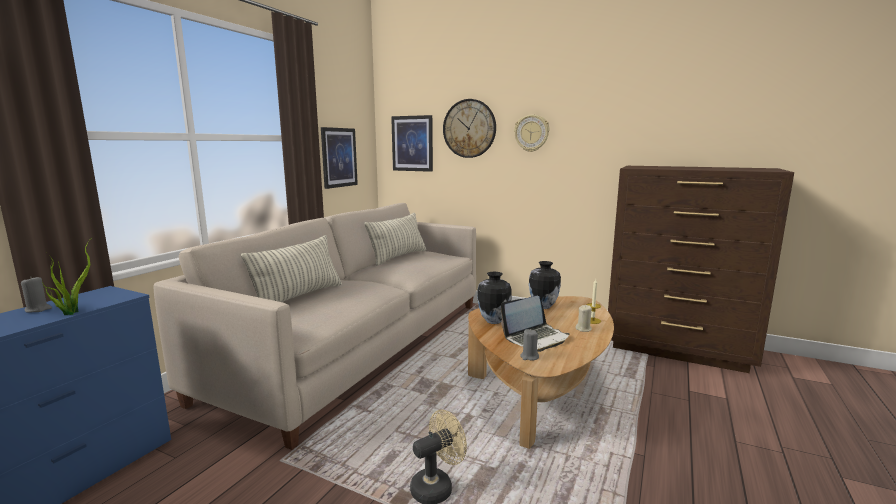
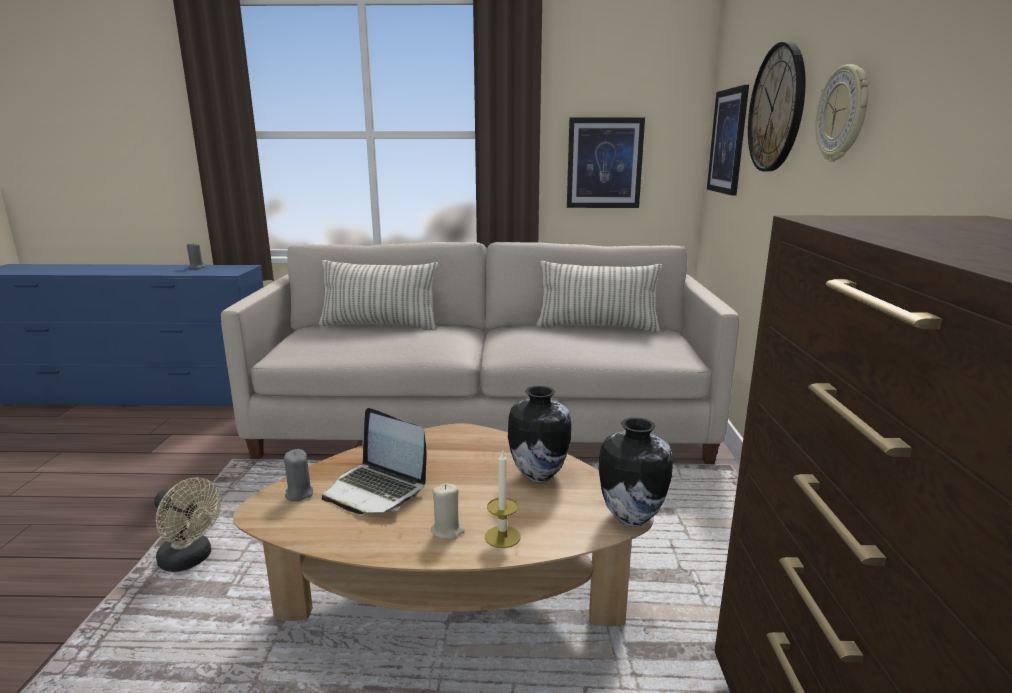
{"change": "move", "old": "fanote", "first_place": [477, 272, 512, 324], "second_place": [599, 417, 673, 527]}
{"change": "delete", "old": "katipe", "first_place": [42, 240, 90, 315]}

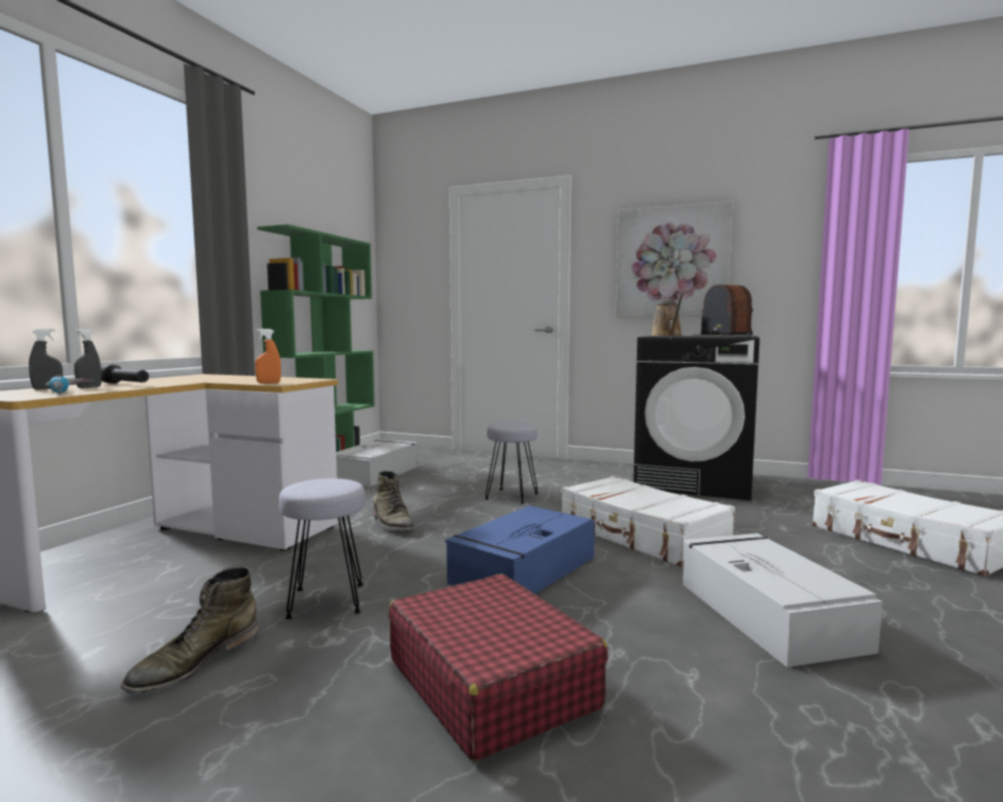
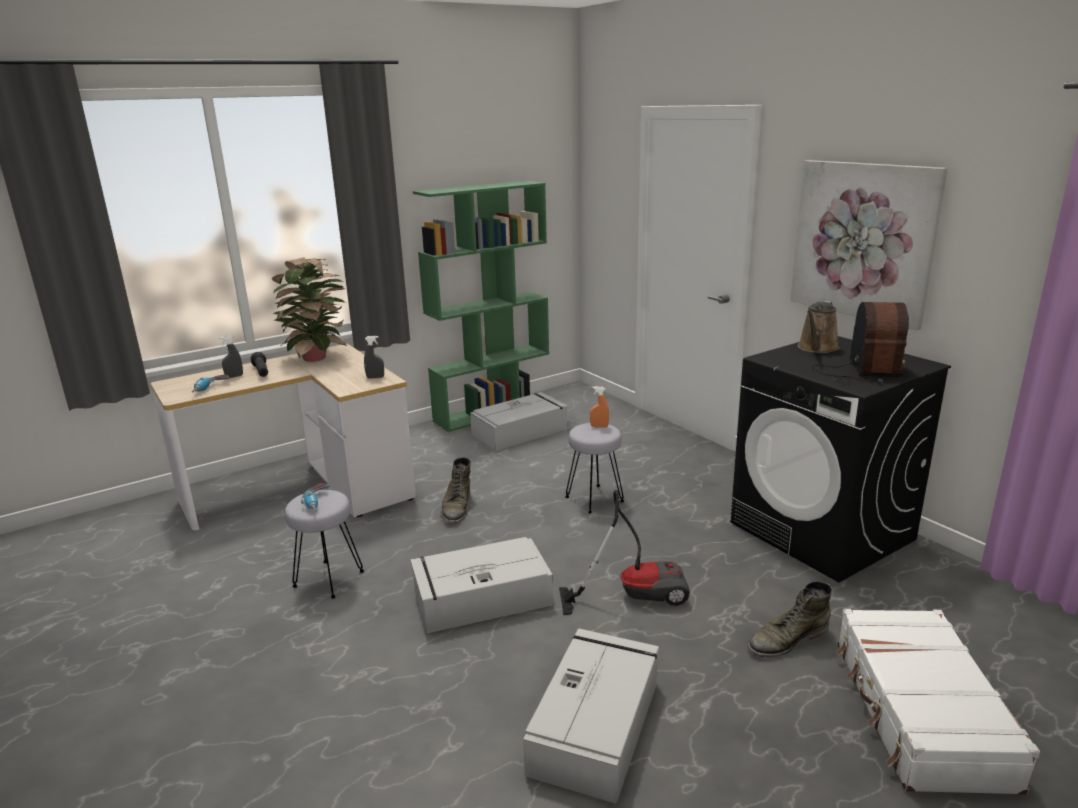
{"change": "insert", "new": "katipe", "second_place": [272, 257, 347, 362]}
{"change": "insert", "new": "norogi", "second_place": [301, 483, 329, 512]}
{"change": "move", "old": "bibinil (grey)", "first_place": [29, 328, 63, 390], "second_place": [364, 336, 384, 379]}
{"change": "recolor", "old": "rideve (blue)", "new": "rideve (grey)", "first_place": [445, 505, 595, 594], "second_place": [410, 537, 553, 633]}
{"change": "replace", "old": "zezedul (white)", "new": "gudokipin", "first_place": [562, 476, 735, 567], "second_place": [559, 490, 690, 615]}
{"change": "move", "old": "bibinil (orange)", "first_place": [255, 329, 281, 384], "second_place": [590, 386, 609, 428]}
{"change": "move", "old": "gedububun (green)", "first_place": [121, 567, 258, 695], "second_place": [747, 581, 832, 658]}
{"change": "delete", "old": "zezedul (red)", "first_place": [389, 574, 608, 761]}

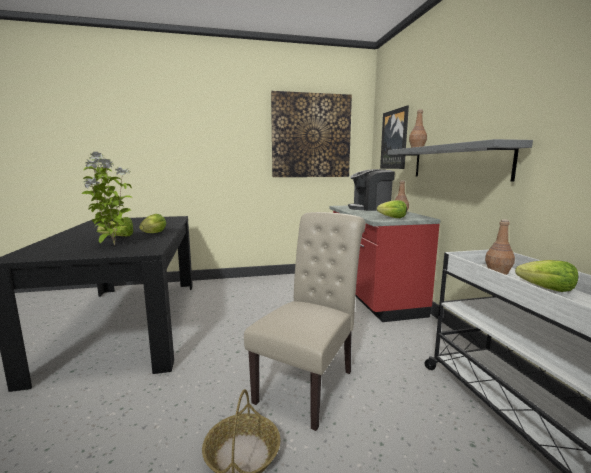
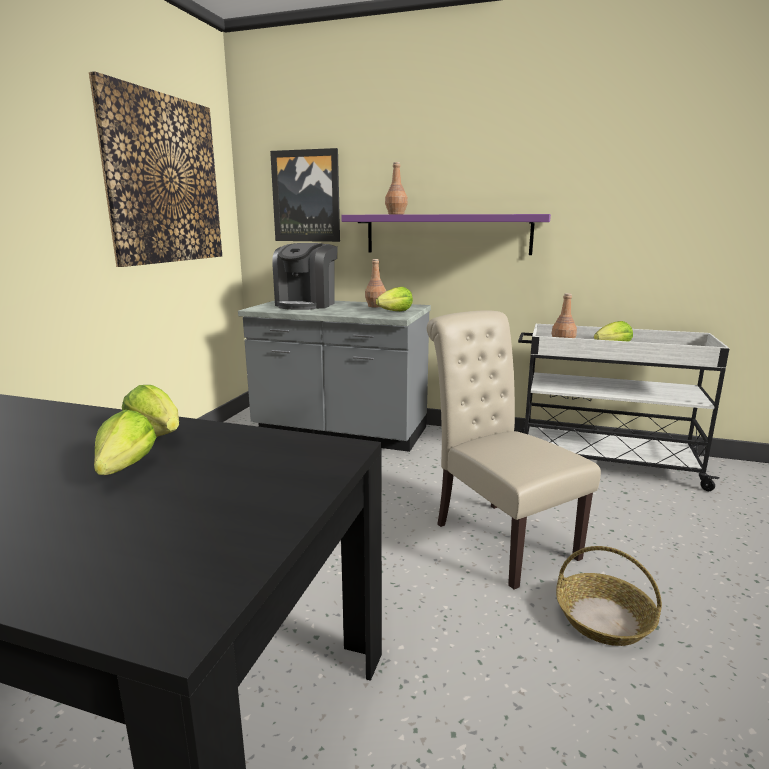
{"change": "recolor", "old": "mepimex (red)", "new": "mepimex (grey)", "first_place": [330, 206, 440, 322], "second_place": [238, 301, 431, 452]}
{"change": "recolor", "old": "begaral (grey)", "new": "begaral (purple)", "first_place": [388, 139, 533, 182], "second_place": [341, 214, 551, 255]}
{"change": "delete", "old": "katipe", "first_place": [82, 152, 133, 245]}

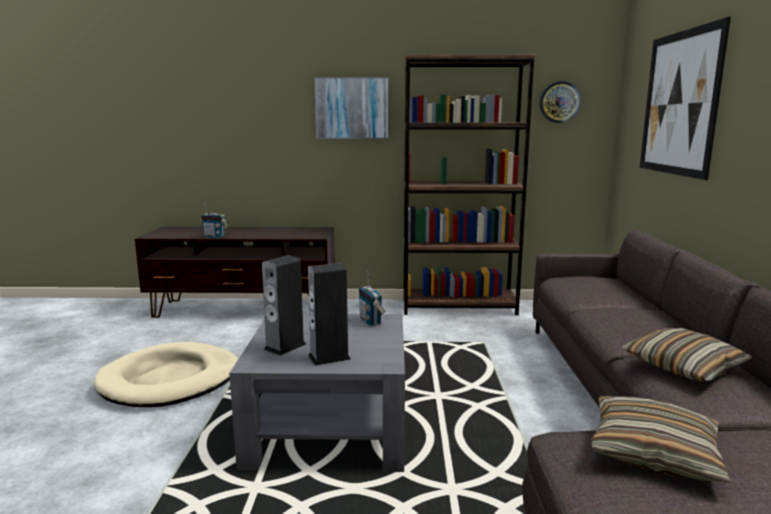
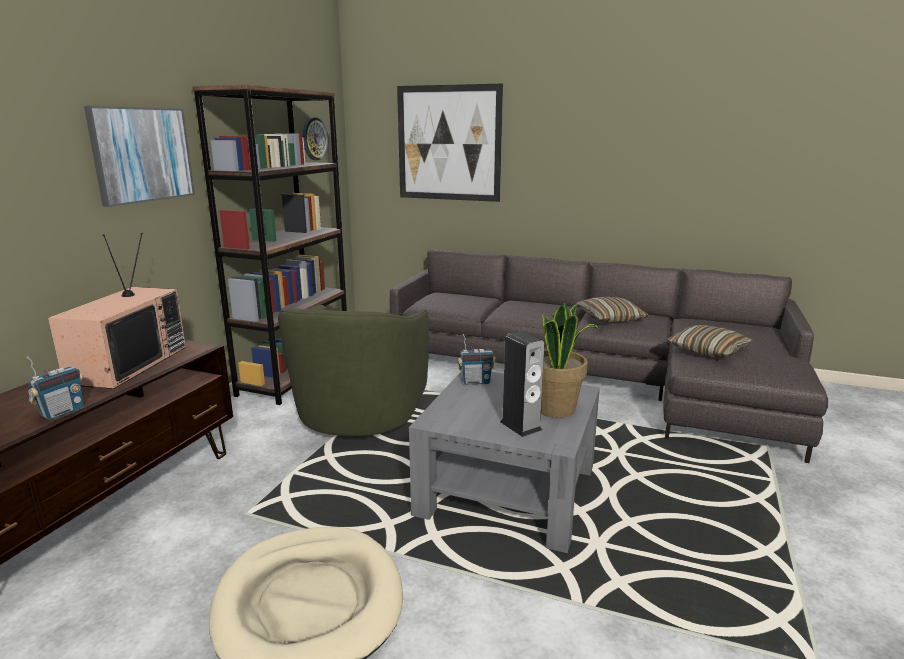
{"change": "insert", "new": "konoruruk", "second_place": [48, 233, 186, 389]}
{"change": "insert", "new": "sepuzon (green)", "second_place": [278, 304, 429, 436]}
{"change": "replace", "old": "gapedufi", "new": "katipe", "first_place": [308, 263, 351, 366], "second_place": [541, 303, 600, 418]}

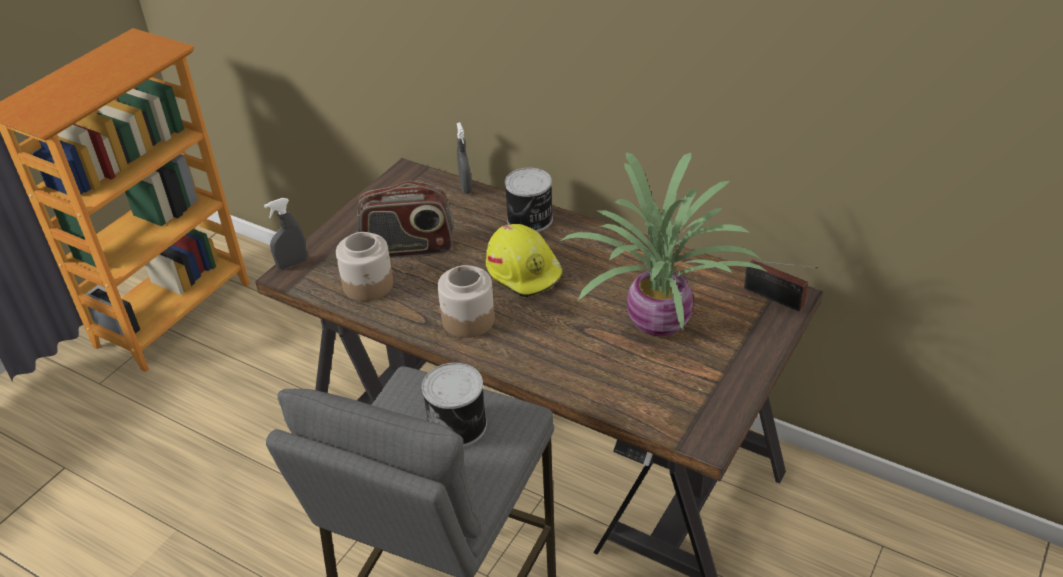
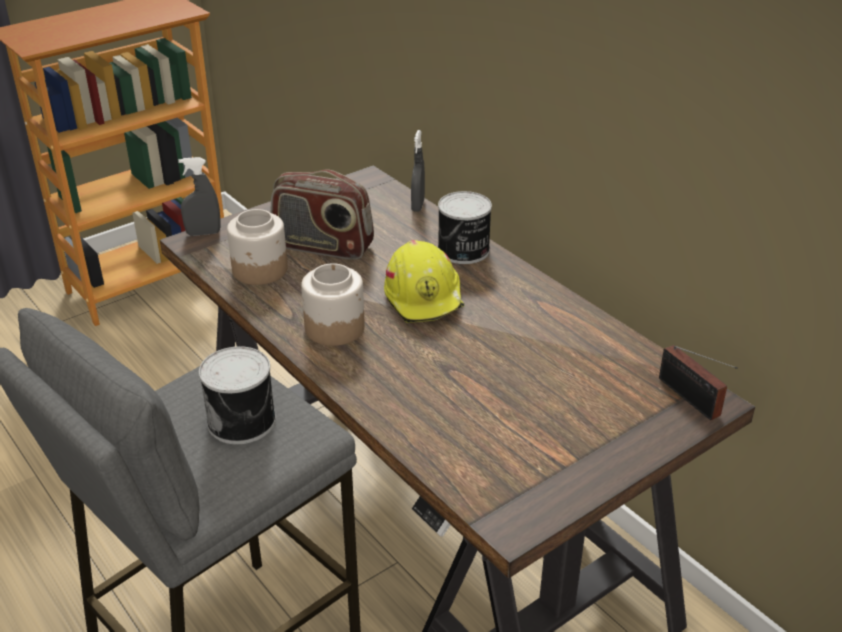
{"change": "delete", "old": "katipe", "first_place": [560, 152, 768, 337]}

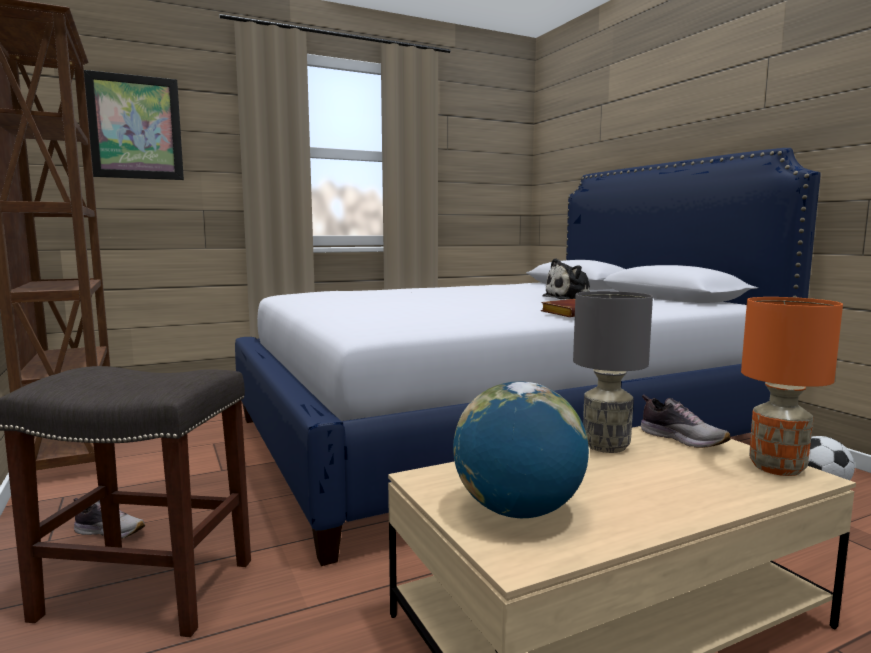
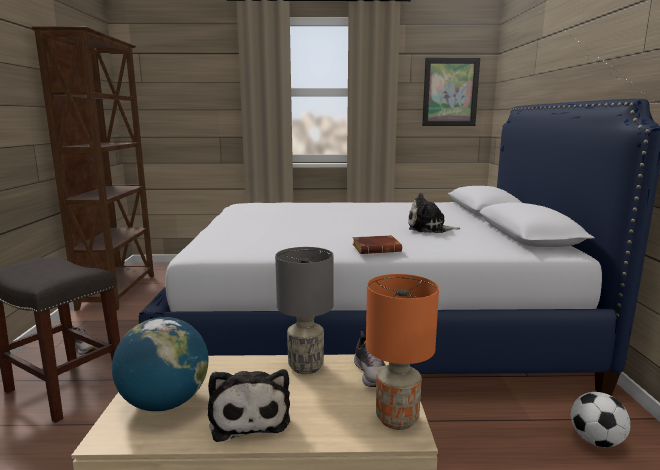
{"change": "insert", "new": "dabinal", "second_place": [208, 369, 290, 442]}
{"change": "move", "old": "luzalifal", "first_place": [84, 70, 184, 180], "second_place": [422, 58, 480, 126]}

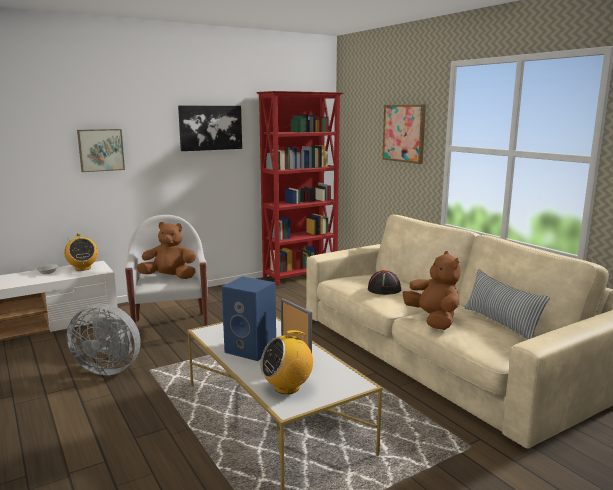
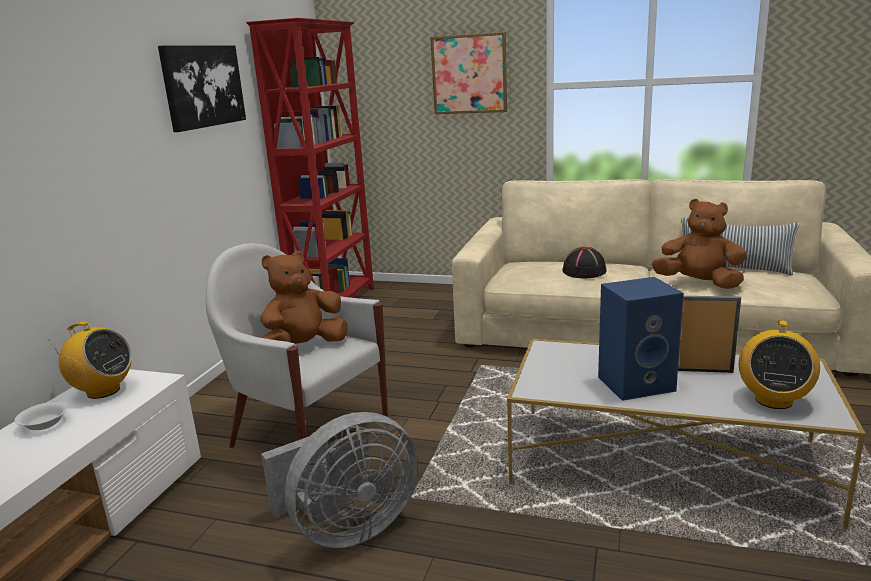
{"change": "delete", "old": "luzalifal", "first_place": [77, 129, 125, 172]}

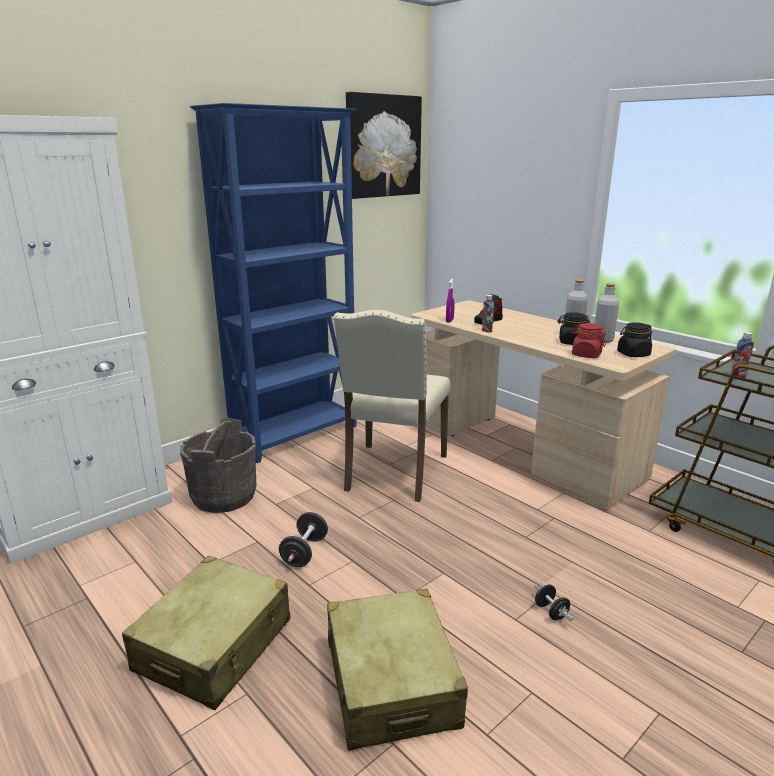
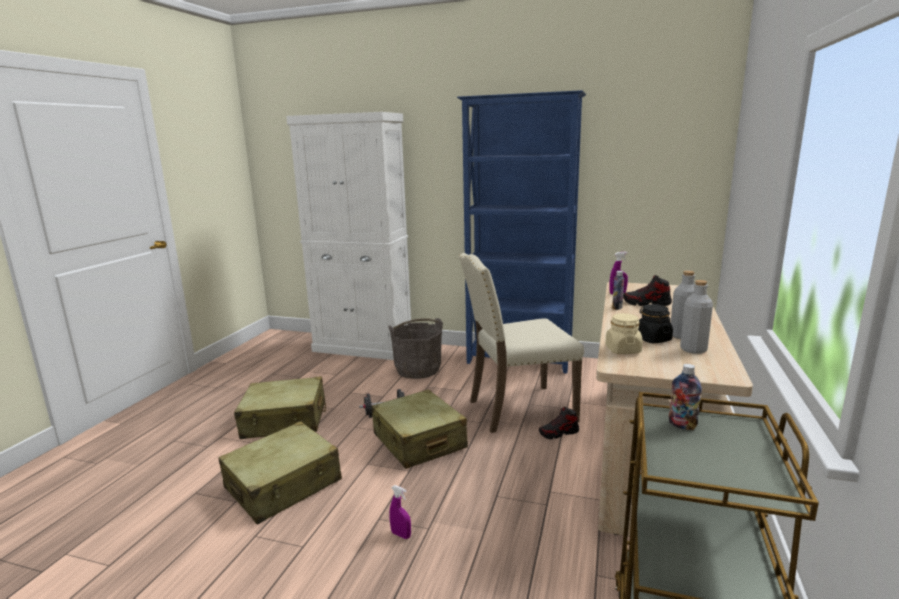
{"change": "insert", "new": "zezedul (beige)", "second_place": [371, 389, 468, 469]}
{"change": "replace", "old": "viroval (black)", "new": "bibinil (purple)", "first_place": [534, 584, 573, 621], "second_place": [389, 485, 411, 539]}
{"change": "insert", "new": "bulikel", "second_place": [539, 407, 579, 439]}
{"change": "recolor", "old": "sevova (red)", "new": "sevova (beige)", "first_place": [571, 323, 606, 358], "second_place": [605, 313, 643, 354]}
{"change": "delete", "old": "luzalifal", "first_place": [346, 92, 422, 199]}
{"change": "delete", "old": "sevova (black)", "first_place": [617, 322, 652, 357]}

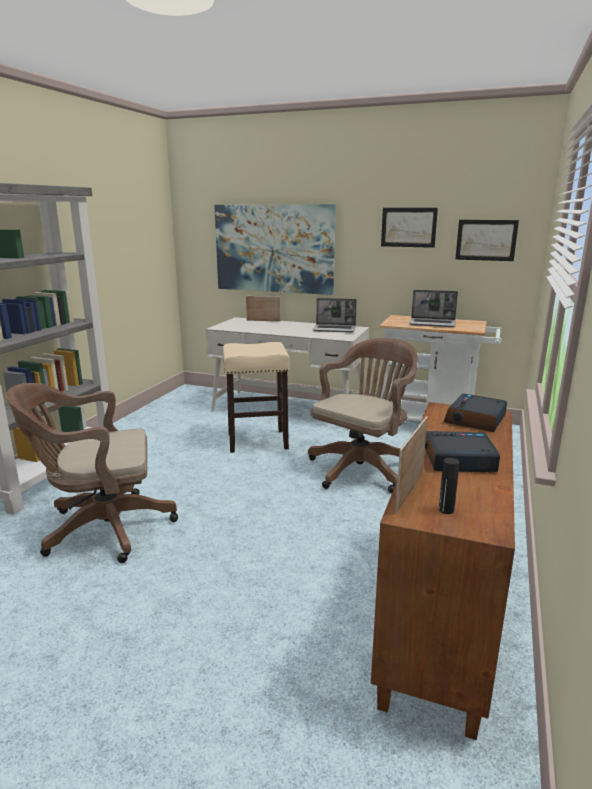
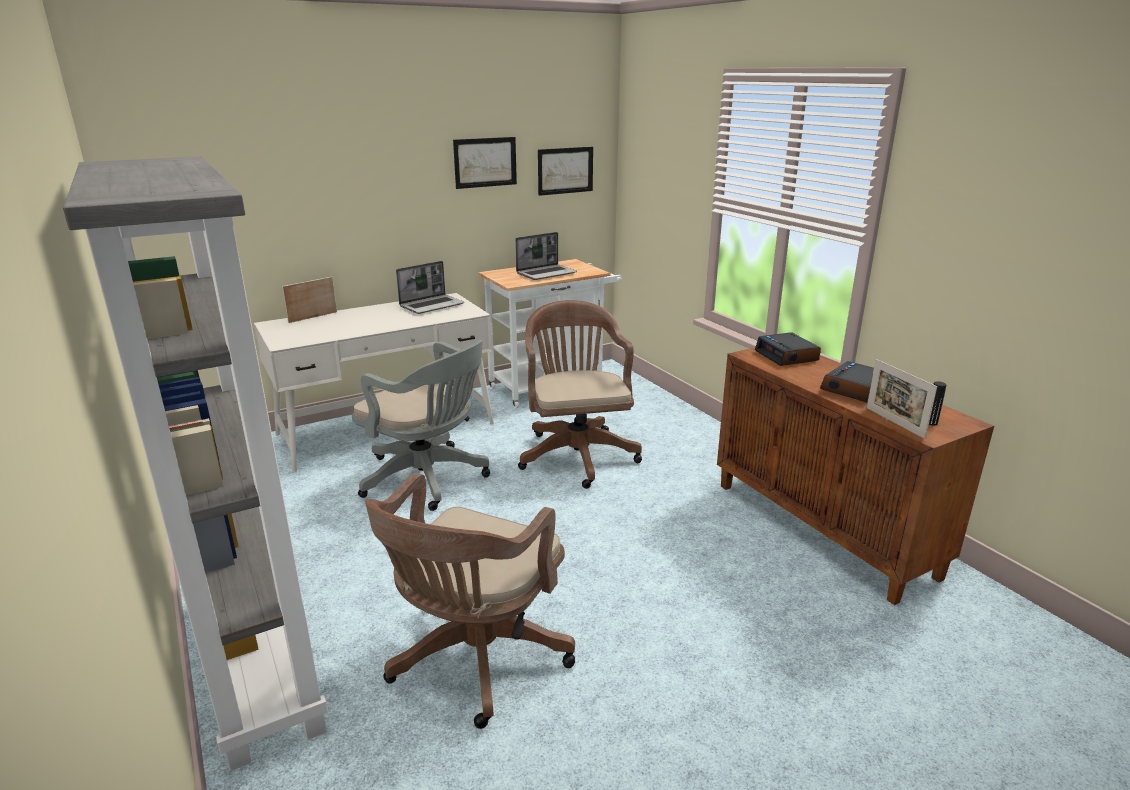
{"change": "replace", "old": "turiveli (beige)", "new": "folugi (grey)", "first_place": [223, 342, 289, 453], "second_place": [352, 340, 490, 511]}
{"change": "delete", "old": "luzalifal", "first_place": [214, 204, 335, 295]}

